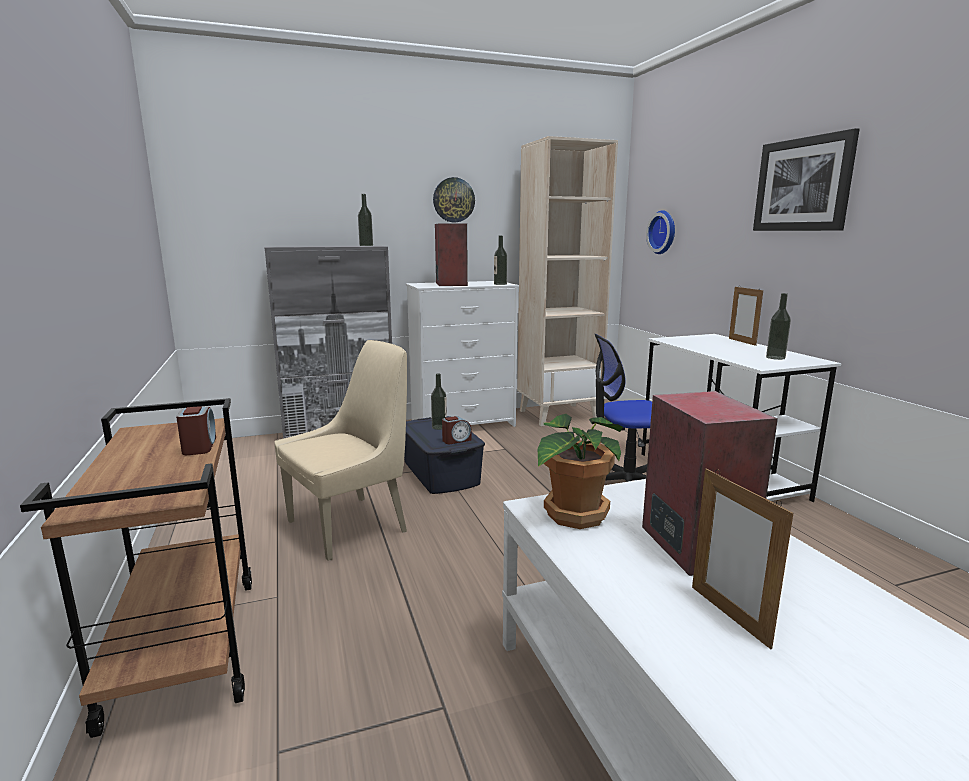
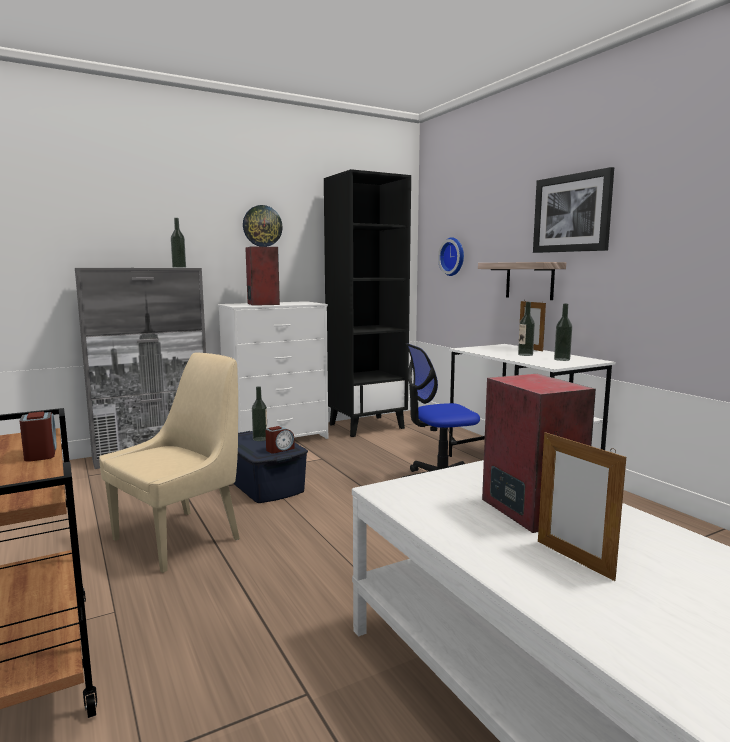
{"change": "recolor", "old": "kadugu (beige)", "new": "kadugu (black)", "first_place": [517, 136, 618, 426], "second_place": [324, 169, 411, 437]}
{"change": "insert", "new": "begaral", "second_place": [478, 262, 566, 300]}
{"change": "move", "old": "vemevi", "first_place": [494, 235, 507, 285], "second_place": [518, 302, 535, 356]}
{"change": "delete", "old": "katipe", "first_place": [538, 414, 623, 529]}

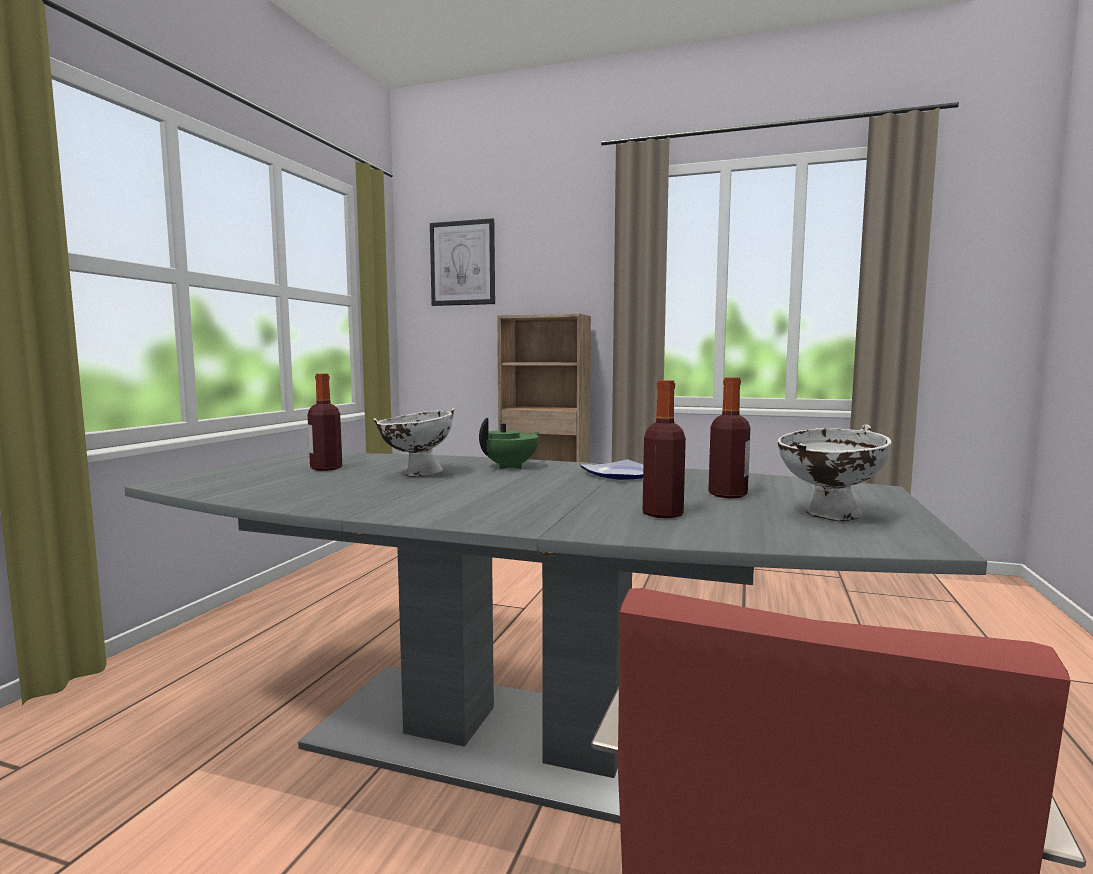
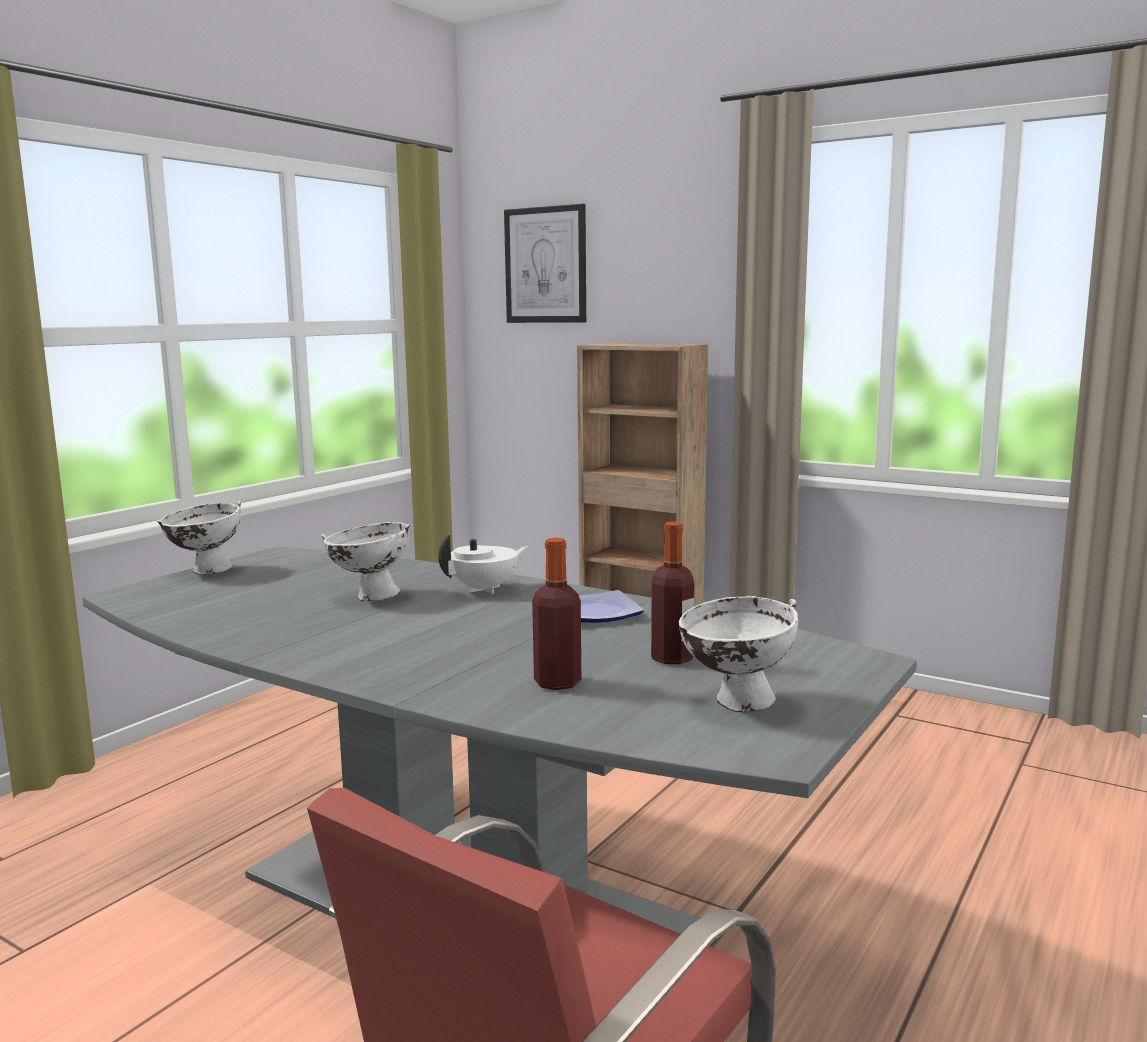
{"change": "insert", "new": "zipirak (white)", "second_place": [157, 501, 241, 575]}
{"change": "recolor", "old": "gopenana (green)", "new": "gopenana (white)", "first_place": [479, 418, 539, 469], "second_place": [439, 535, 529, 594]}
{"change": "delete", "old": "vemevi", "first_place": [308, 374, 342, 471]}

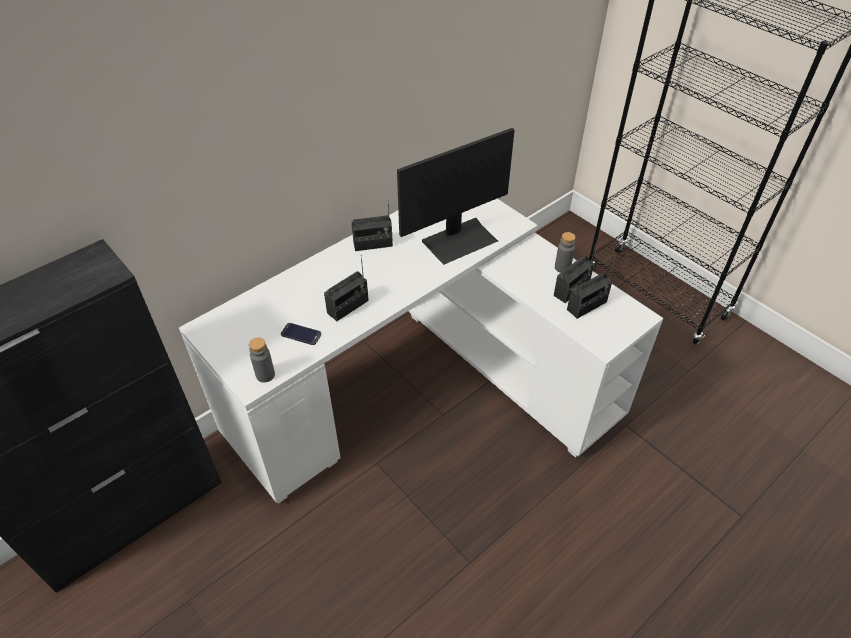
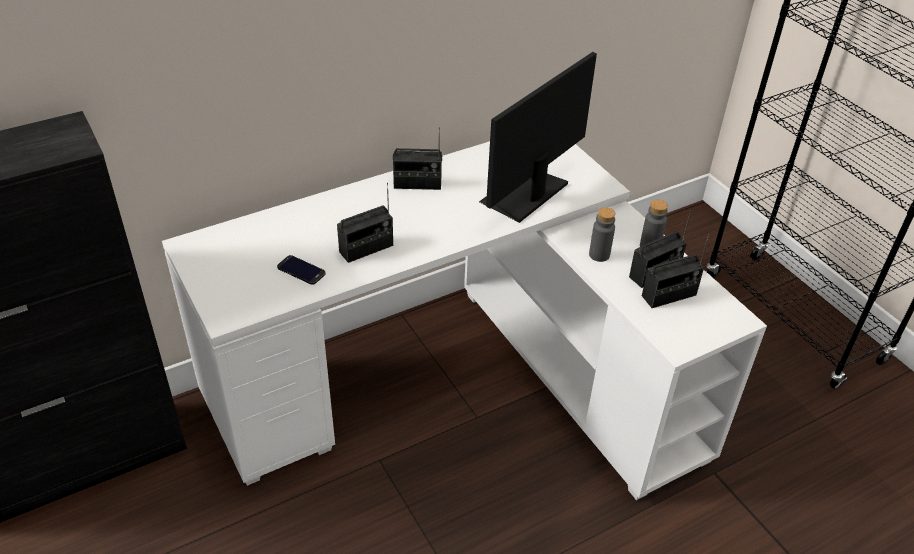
{"change": "rotate", "old": "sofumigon", "first_place": [397, 128, 515, 265], "second_place": [479, 52, 597, 223], "degrees": 150}
{"change": "move", "old": "vemevi (grey)", "first_place": [249, 338, 275, 382], "second_place": [589, 207, 616, 262]}

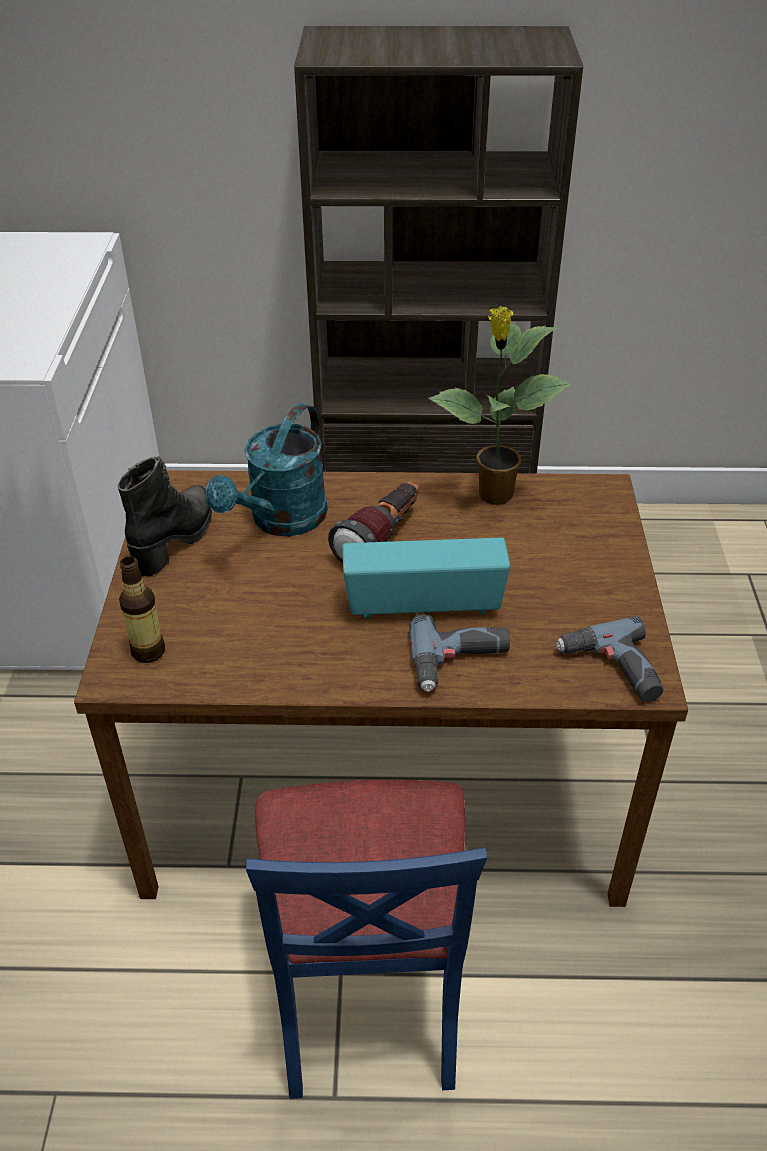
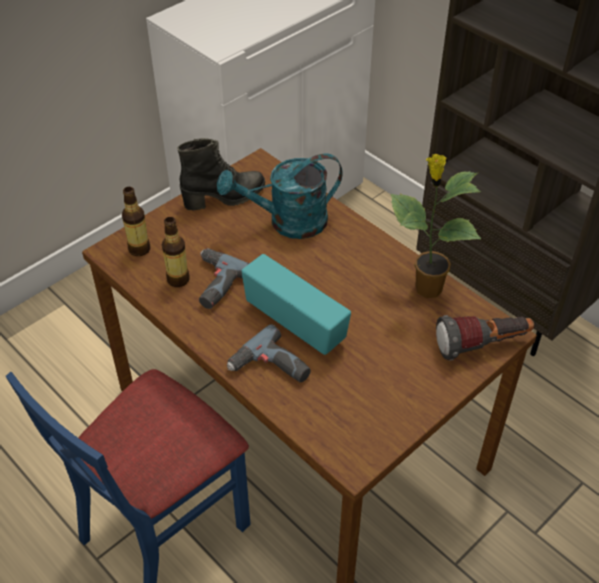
{"change": "insert", "new": "vemevi", "second_place": [162, 217, 189, 287]}
{"change": "move", "old": "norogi", "first_place": [555, 616, 663, 702], "second_place": [199, 248, 250, 309]}
{"change": "move", "old": "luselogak", "first_place": [328, 482, 419, 564], "second_place": [436, 315, 534, 361]}

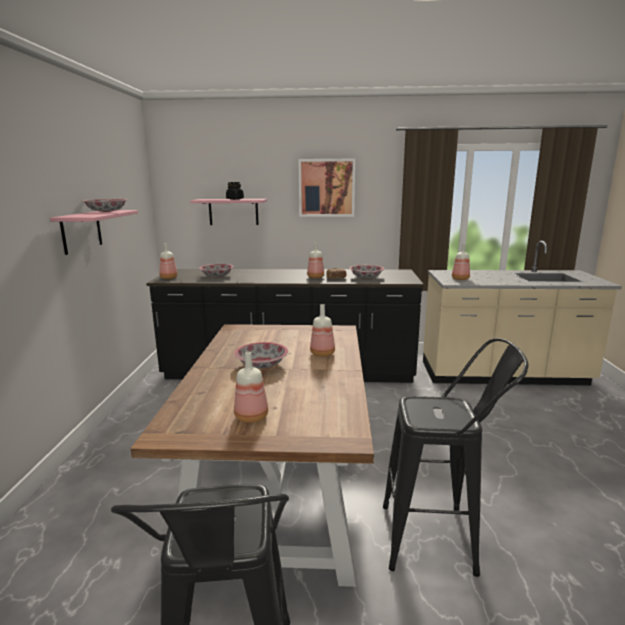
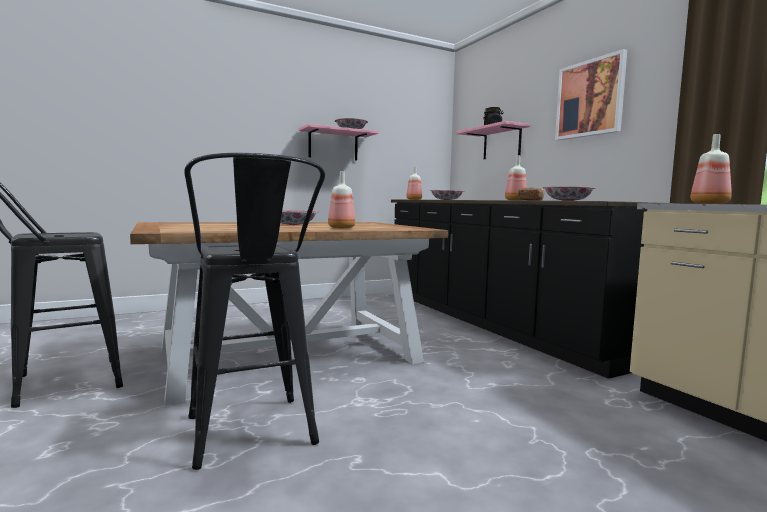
{"change": "delete", "old": "vemevi", "first_place": [234, 352, 268, 423]}

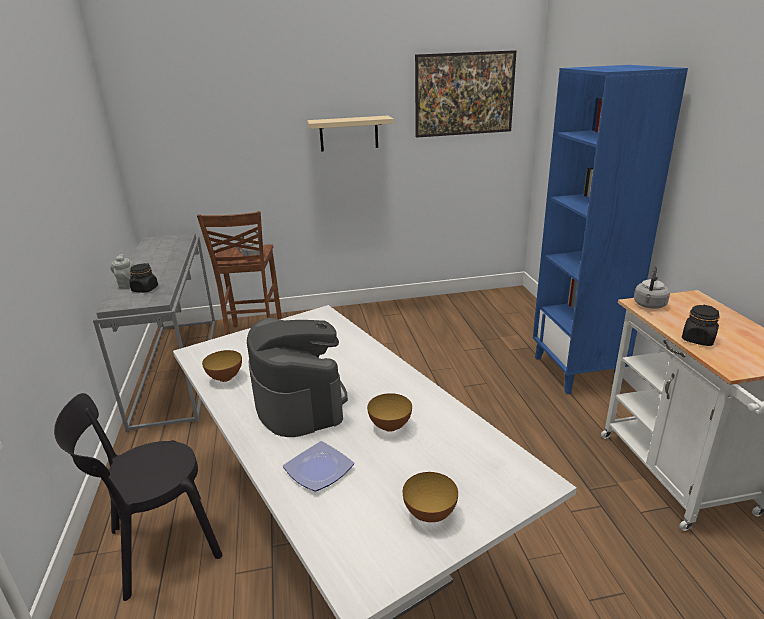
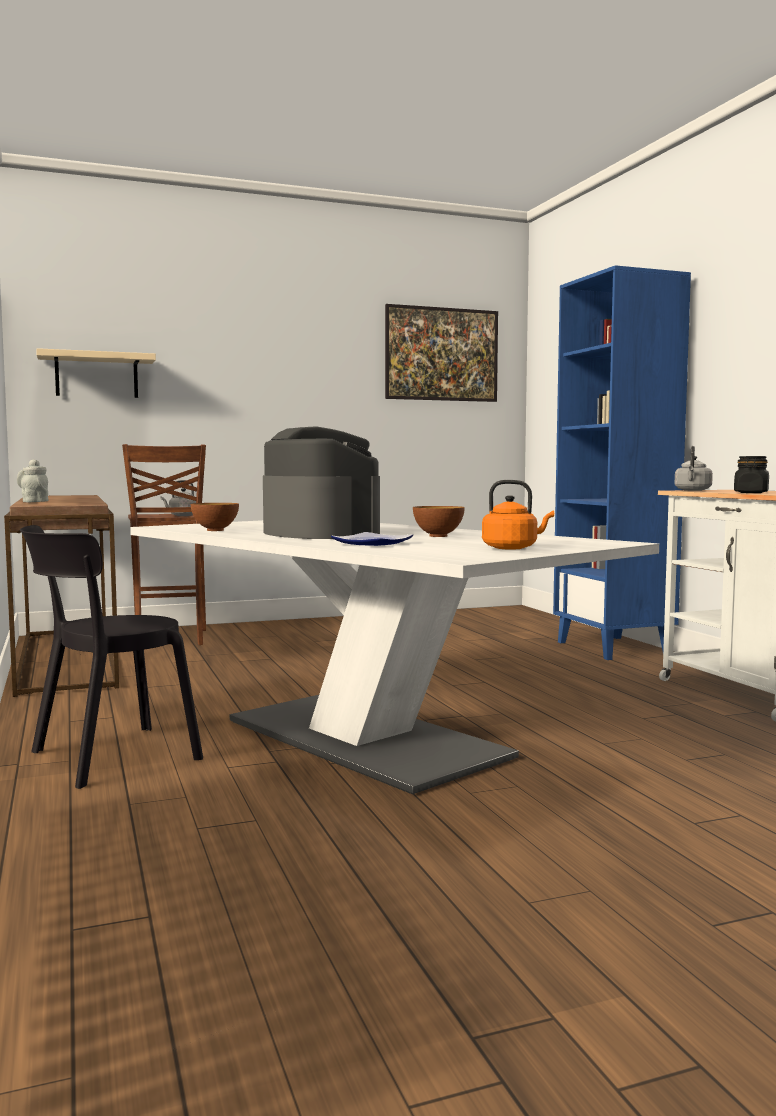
{"change": "recolor", "old": "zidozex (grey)", "new": "zidozex (brown)", "first_place": [93, 233, 215, 432], "second_place": [4, 495, 119, 697]}
{"change": "move", "old": "begaral (beige)", "first_place": [307, 115, 394, 152], "second_place": [36, 348, 156, 398]}
{"change": "replace", "old": "zipirak", "new": "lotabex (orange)", "first_place": [403, 472, 458, 522], "second_place": [482, 480, 554, 549]}
{"change": "delete", "old": "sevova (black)", "first_place": [129, 263, 158, 293]}

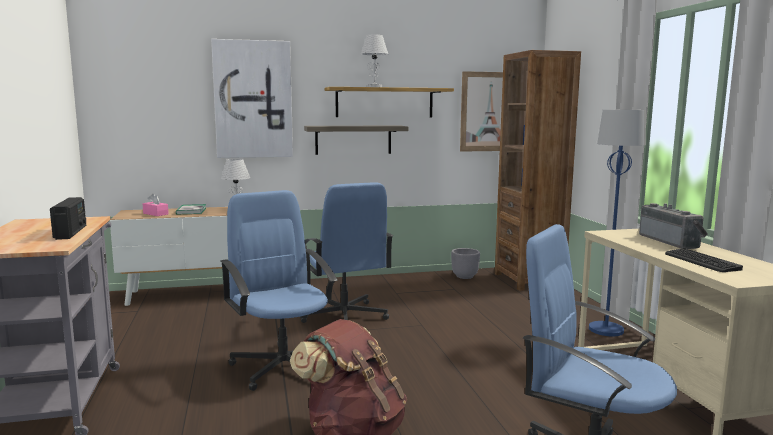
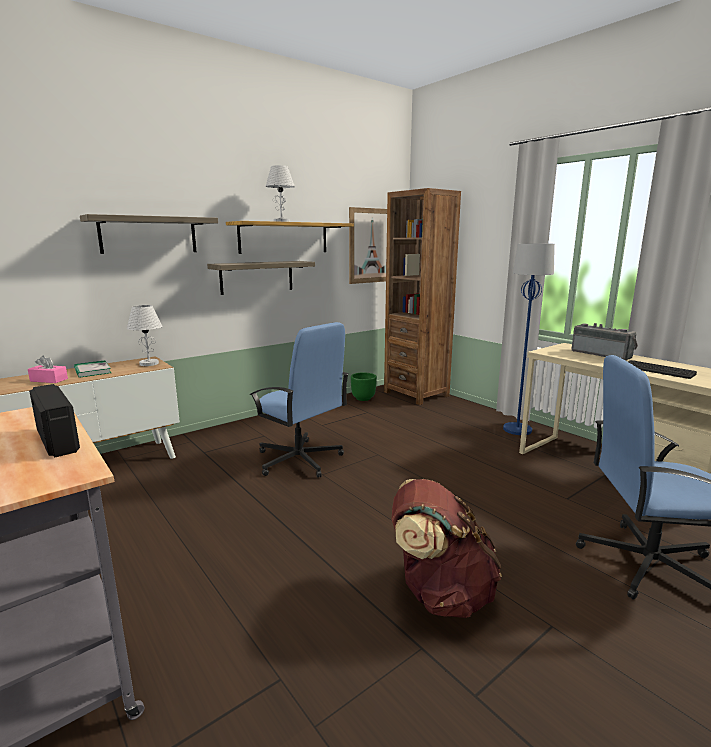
{"change": "replace", "old": "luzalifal", "new": "begaral", "first_place": [211, 39, 293, 158], "second_place": [80, 214, 218, 254]}
{"change": "recolor", "old": "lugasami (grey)", "new": "lugasami (green)", "first_place": [451, 248, 480, 279], "second_place": [351, 372, 377, 401]}
{"change": "delete", "old": "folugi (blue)", "first_place": [221, 190, 338, 391]}

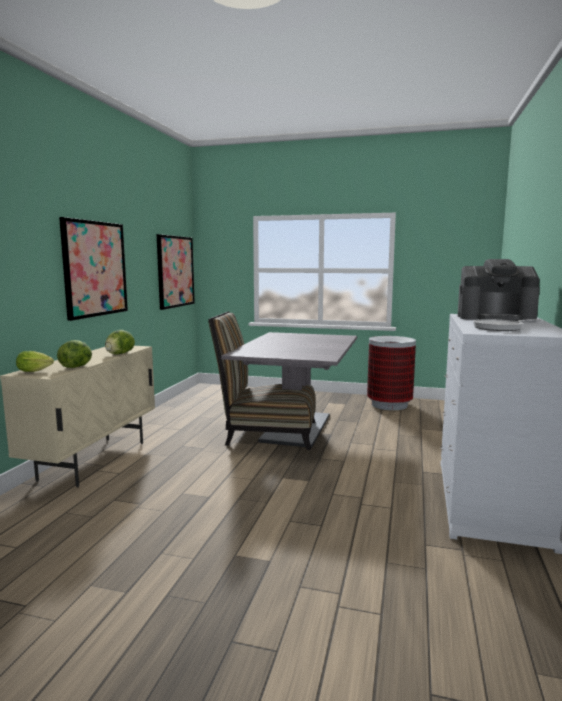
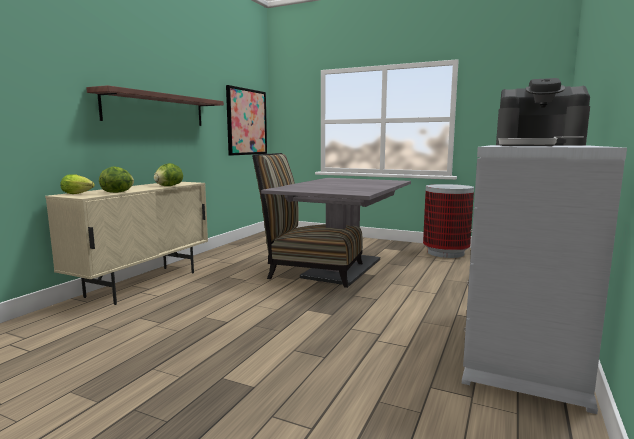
{"change": "replace", "old": "luzalifal", "new": "begaral", "first_place": [59, 217, 128, 321], "second_place": [86, 85, 224, 126]}

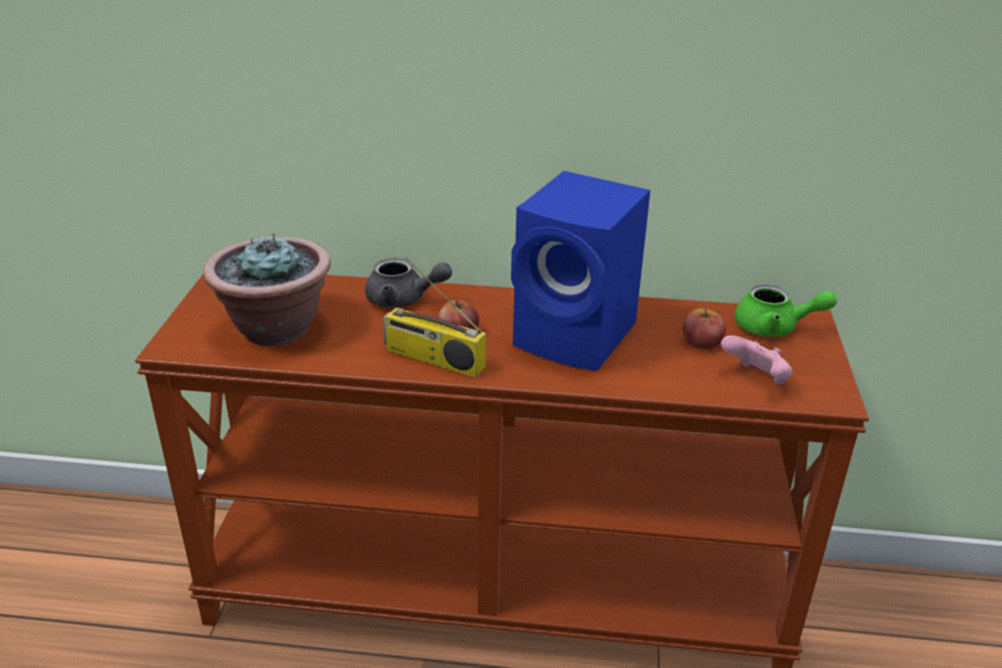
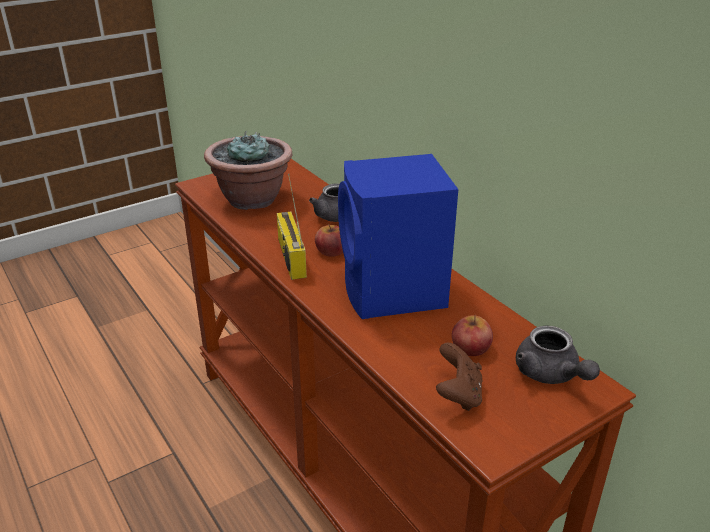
{"change": "recolor", "old": "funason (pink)", "new": "funason (brown)", "first_place": [721, 336, 792, 385], "second_place": [436, 343, 483, 411]}
{"change": "recolor", "old": "gopenana (green)", "new": "gopenana (grey)", "first_place": [735, 284, 837, 337], "second_place": [516, 326, 600, 384]}

